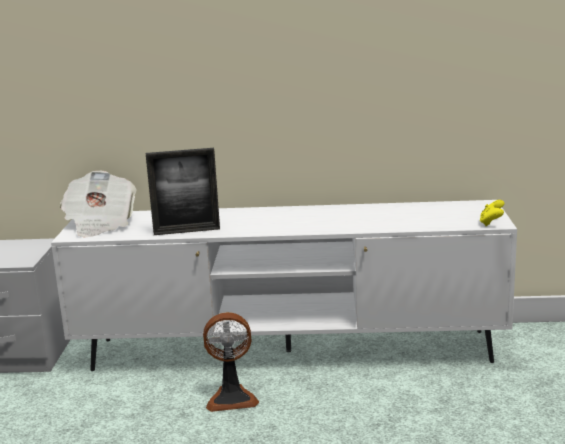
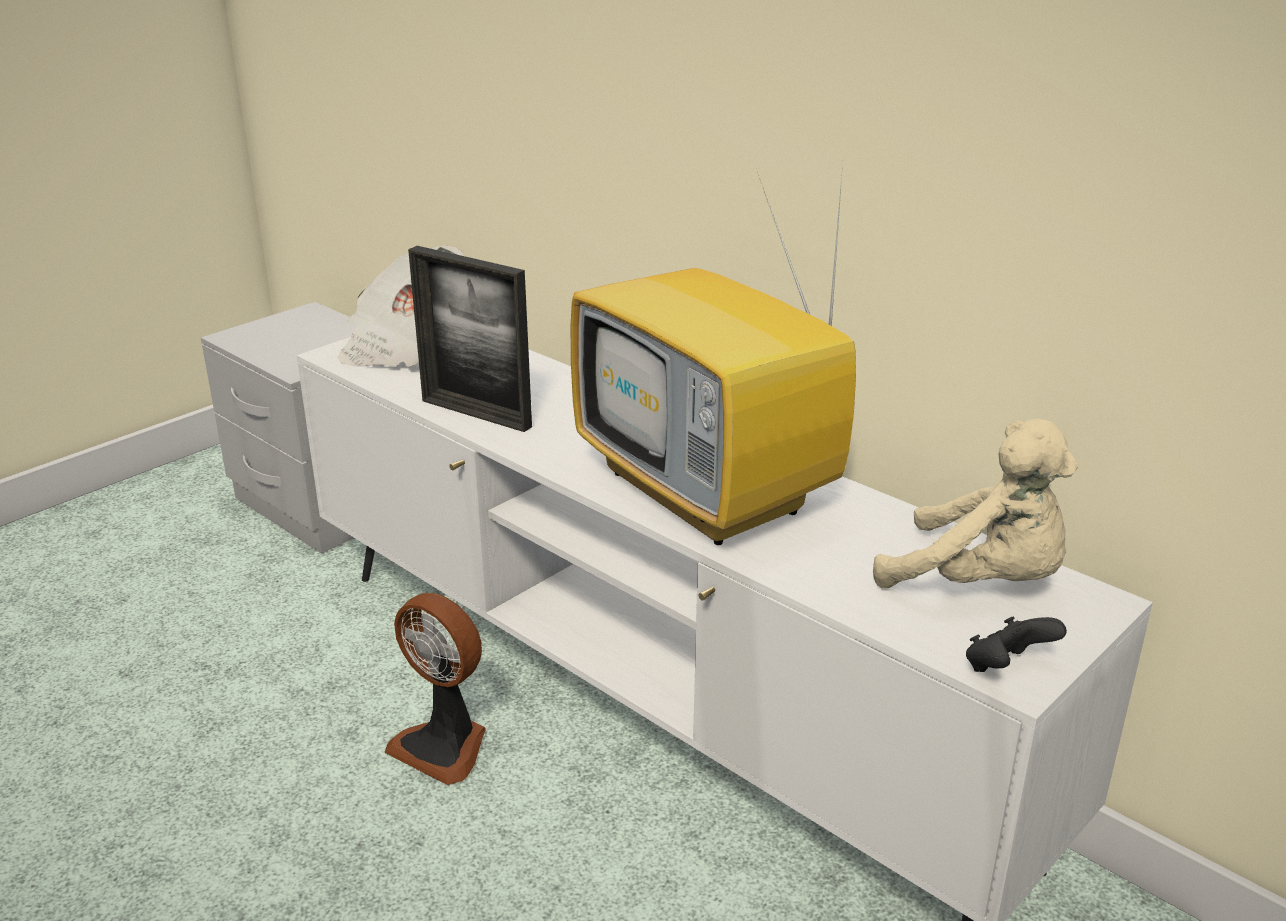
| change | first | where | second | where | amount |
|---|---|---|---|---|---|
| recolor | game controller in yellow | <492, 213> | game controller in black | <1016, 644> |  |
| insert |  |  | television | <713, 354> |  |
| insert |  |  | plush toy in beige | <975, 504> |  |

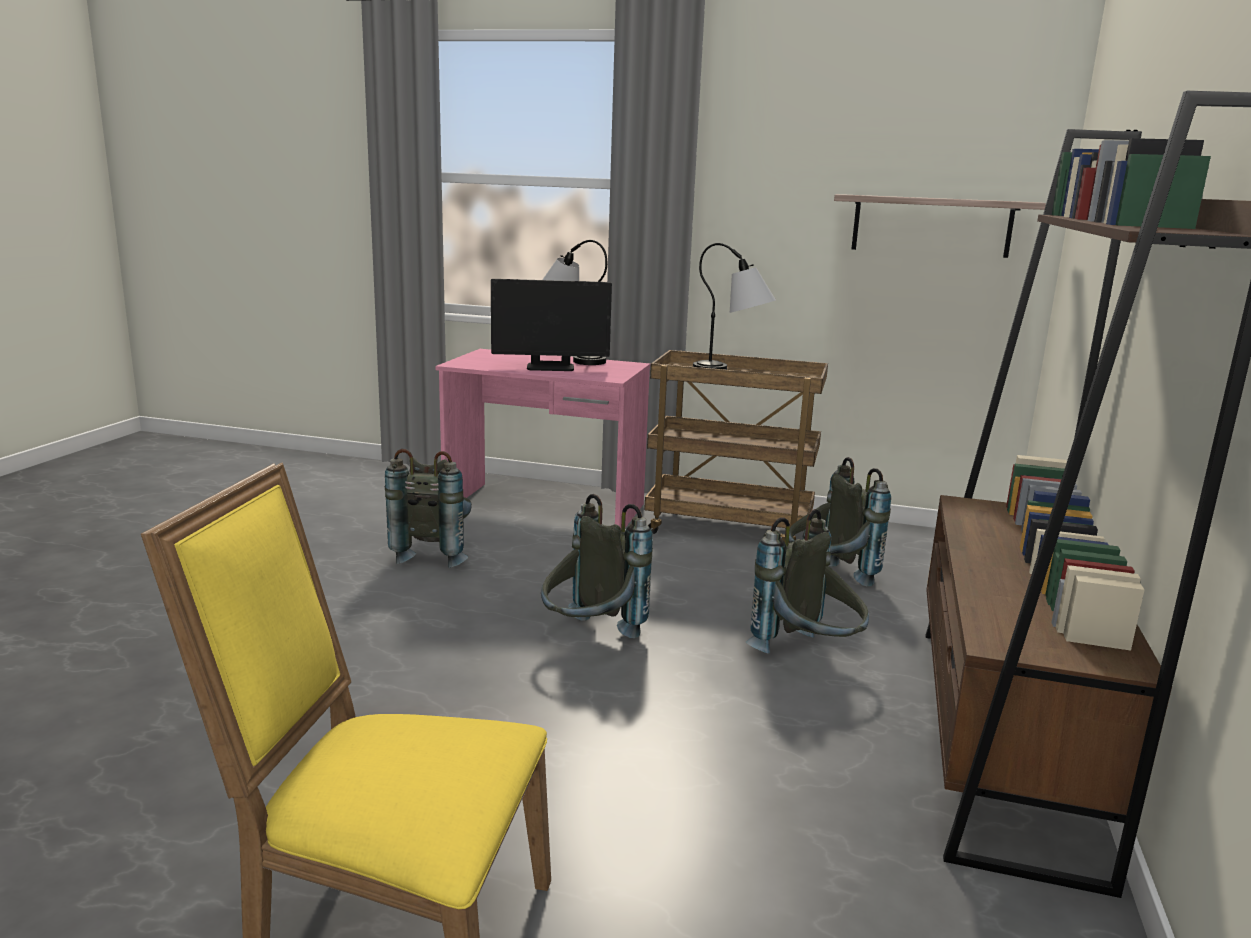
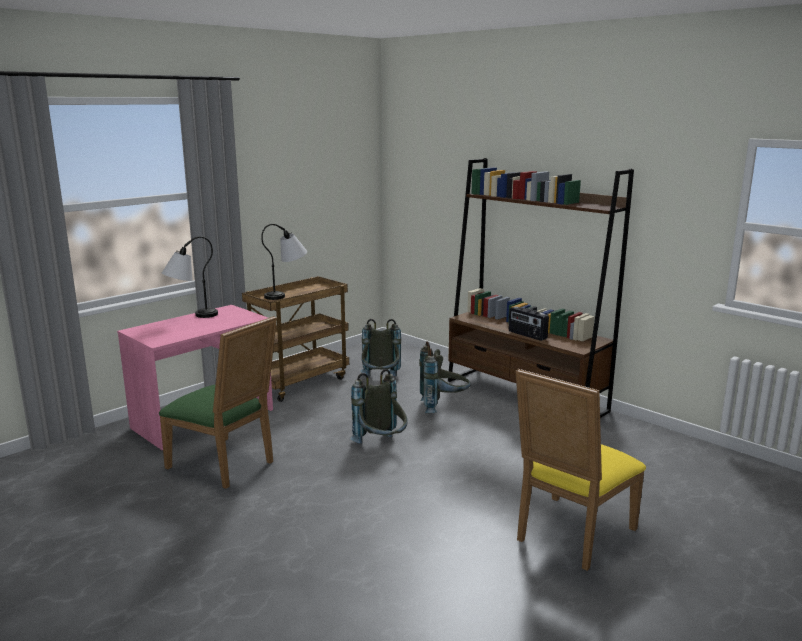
| change | first | where | second | where | amount |
|---|---|---|---|---|---|
| replace | backpack in grey | <428, 508> | chair in green | <218, 402> |  |
| delete | monitor | <551, 325> |  |  |  |
| delete | shelf | <940, 226> |  |  |  |
| insert |  |  | radio | <529, 324> |  |

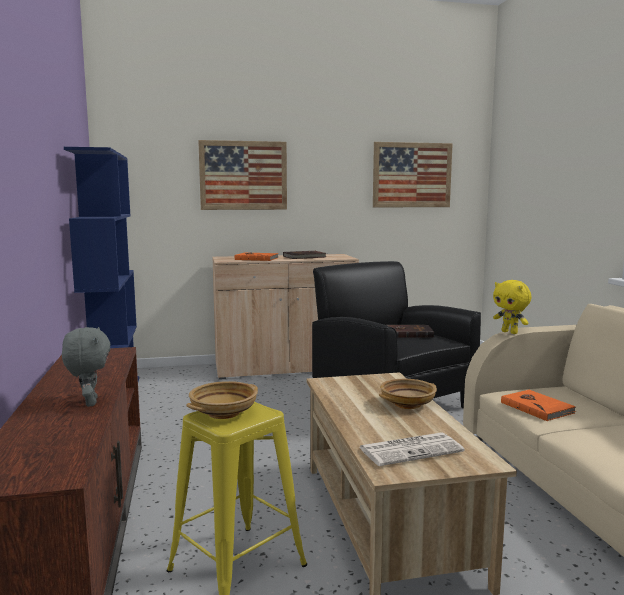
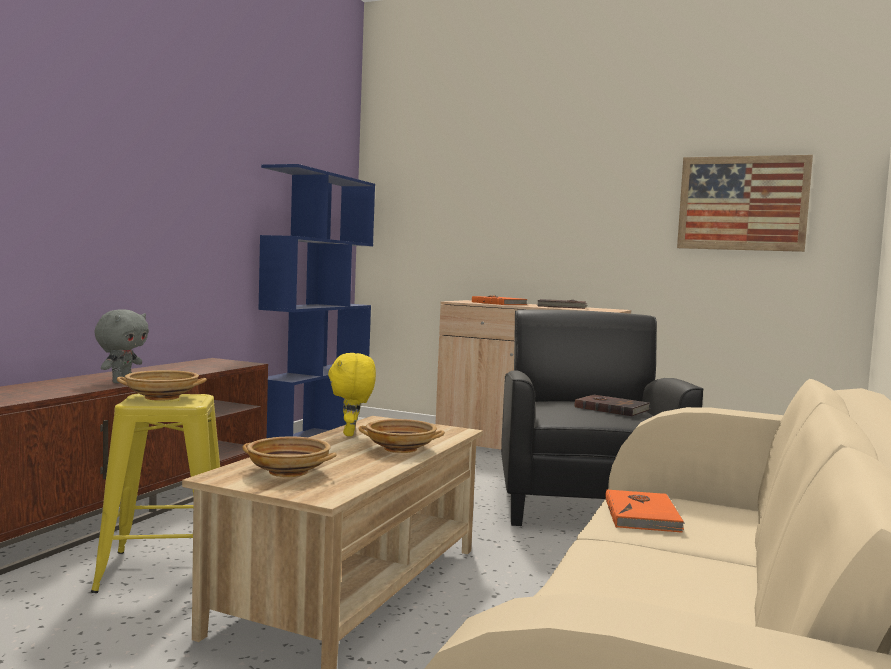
| change | first | where | second | where | amount |
|---|---|---|---|---|---|
| delete | picture | <242, 175> |  |  |  |
| replace | newspaper | <412, 449> | bowl in beige | <289, 457> |  |
| move | plush toy in yellow | <512, 307> |  | <352, 394> |  |

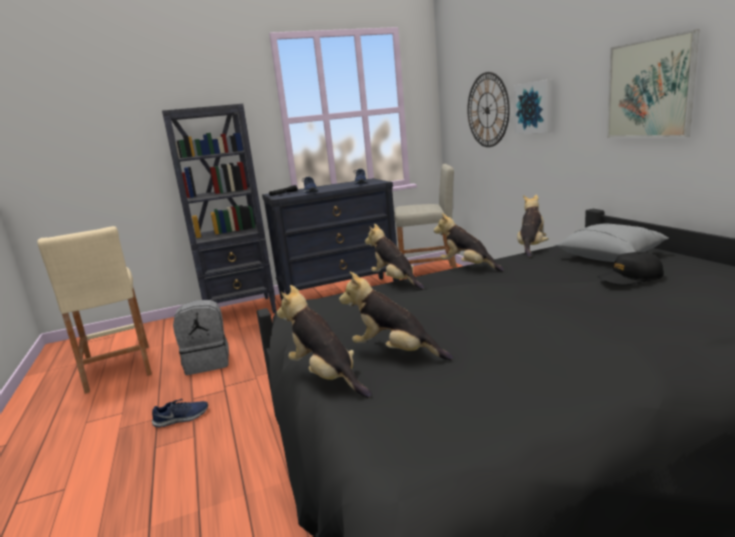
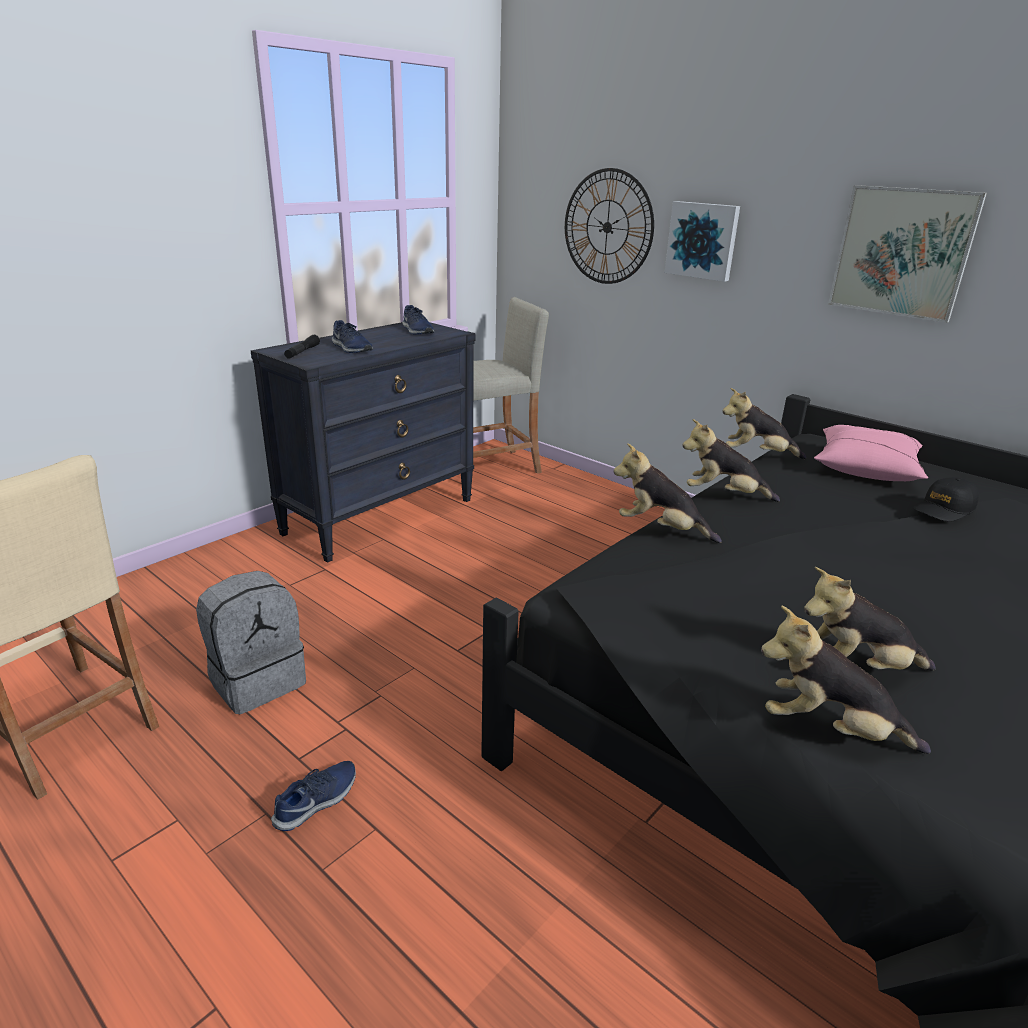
| change | first | where | second | where | amount |
|---|---|---|---|---|---|
| delete | bookcase in black | <219, 209> |  |  |  |
| rotate | plush toy | <533, 226> |  | <764, 423> | 75 degrees counterclockwise |
| recolor | pillow in grey | <611, 243> | pillow in pink | <871, 453> |  |

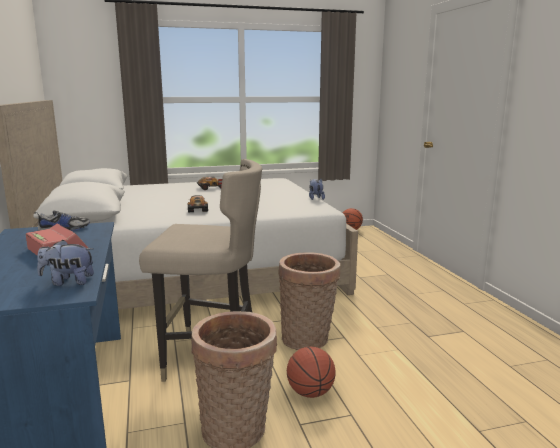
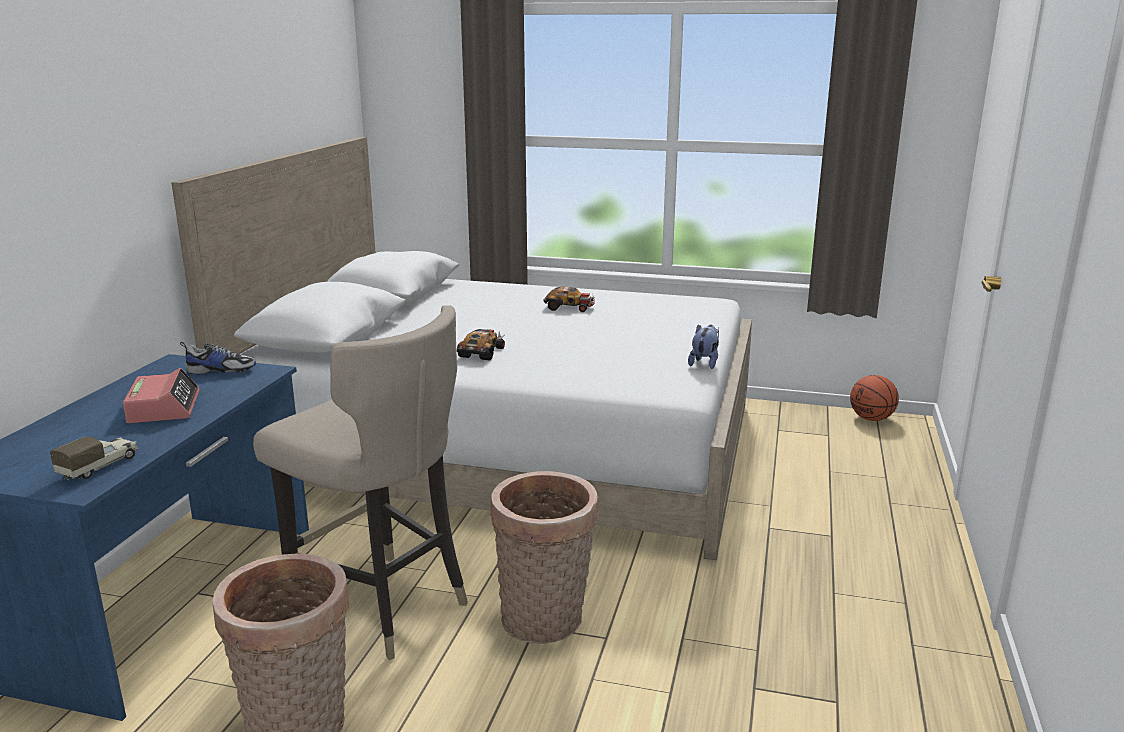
| change | first | where | second | where | amount |
|---|---|---|---|---|---|
| replace | plush toy | <65, 263> | toy truck | <94, 458> |  |
| delete | basketball | <311, 372> |  |  |  |

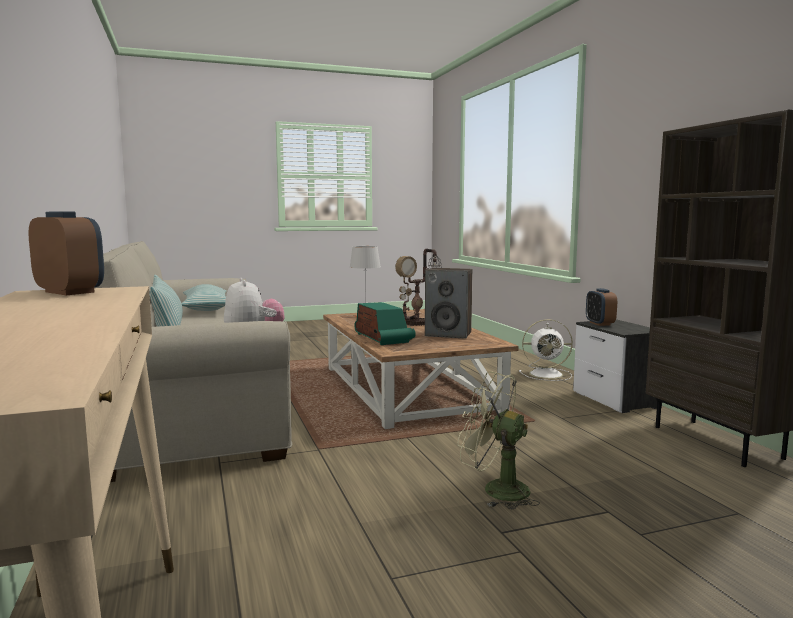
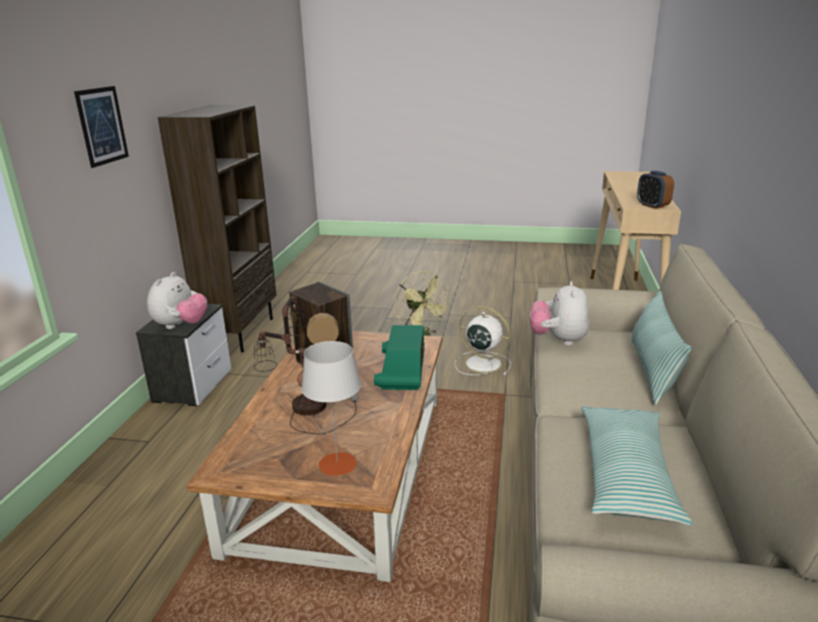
| change | first | where | second | where | amount |
|---|---|---|---|---|---|
| move | fan in white | <546, 350> |  | <482, 340> |  |
| replace | alarm clock | <601, 307> | plush toy | <177, 300> |  |
| insert |  |  | picture | <101, 127> |  |

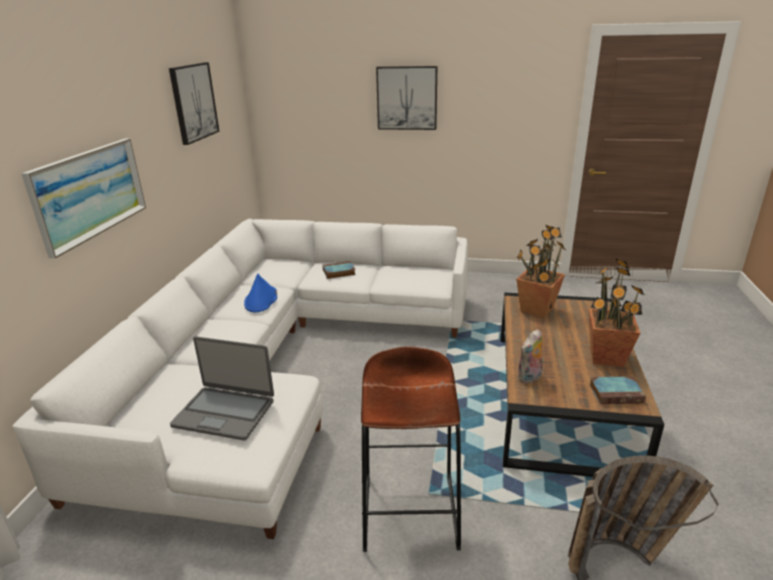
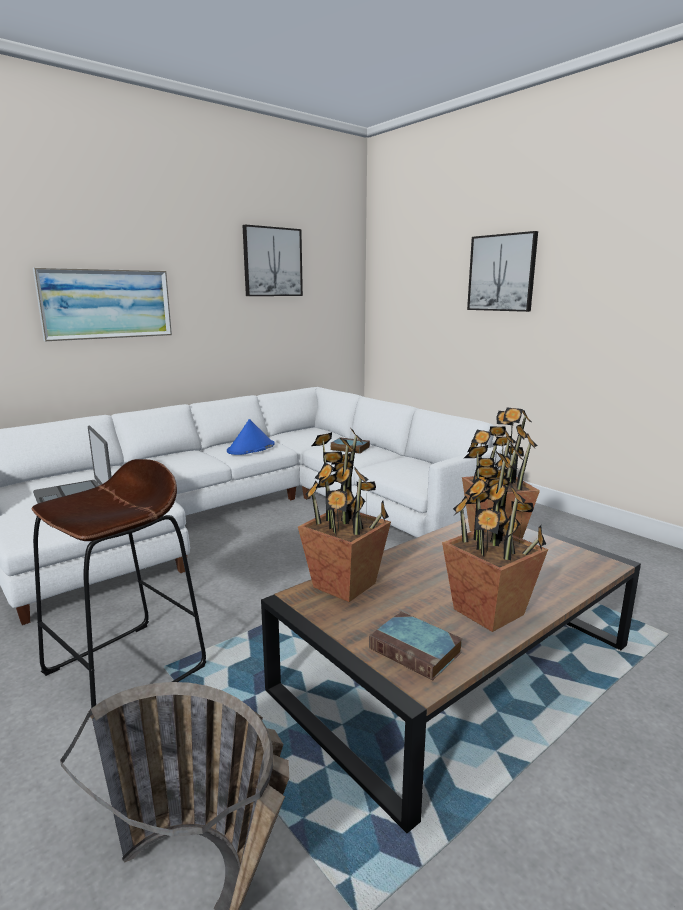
| change | first | where | second | where | amount |
|---|---|---|---|---|---|
| replace | plush toy | <530, 356> | potted plant | <344, 515> |  |

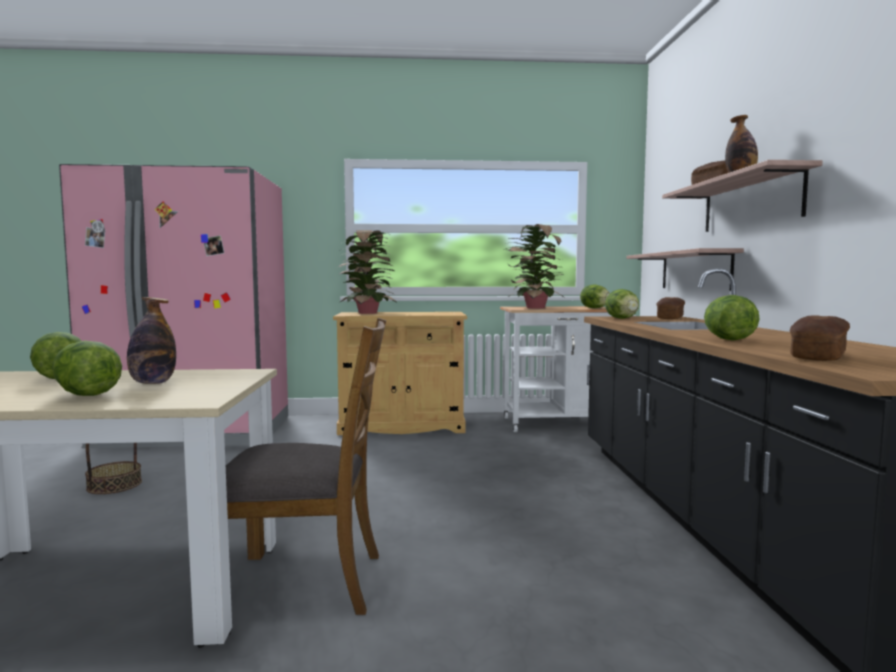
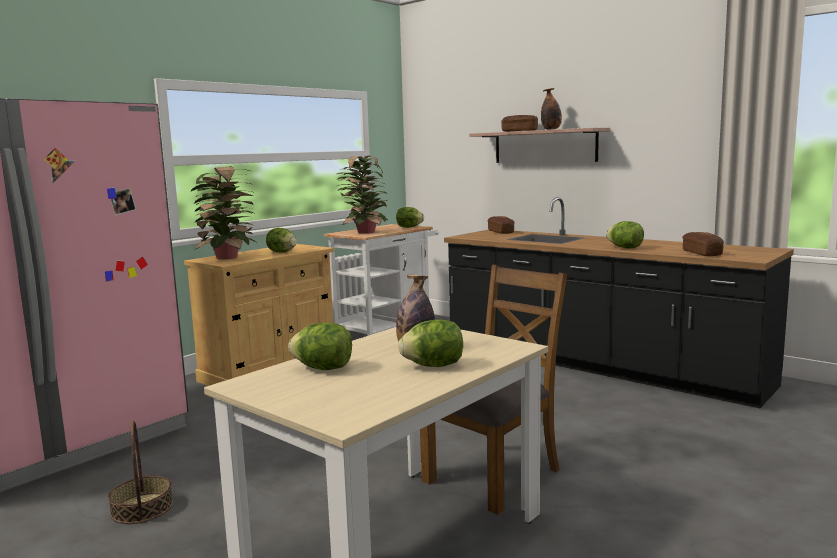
| change | first | where | second | where | amount |
|---|---|---|---|---|---|
| move | lettuce | <622, 304> |  | <281, 240> |  |
| delete | shelf | <685, 269> |  |  |  |

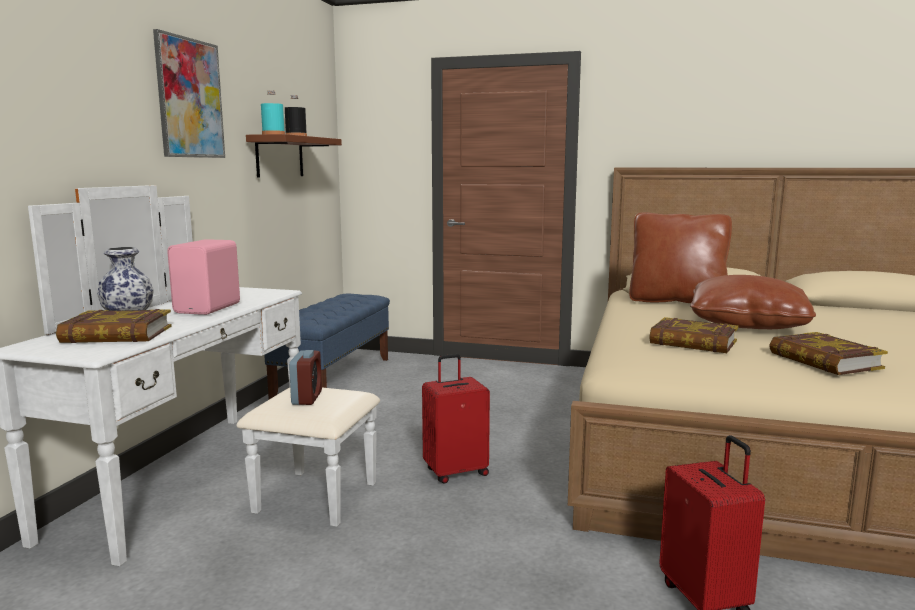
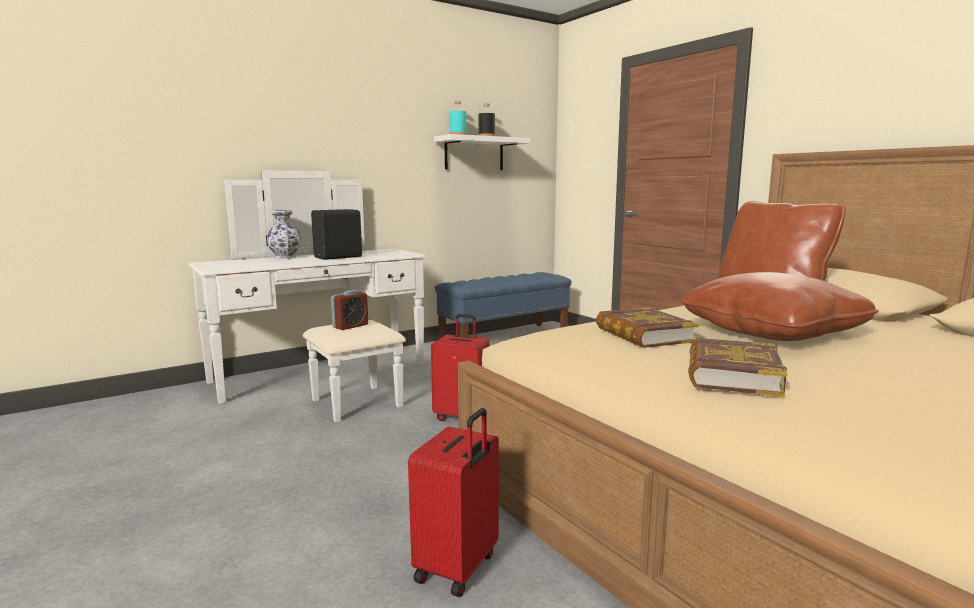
| change | first | where | second | where | amount |
|---|---|---|---|---|---|
| delete | book | <113, 326> |  |  |  |
| delete | picture | <189, 93> |  |  |  |
| recolor | speaker in pink | <203, 277> | speaker in black | <337, 234> |  |
| recolor | shelf in brown | <294, 155> | shelf in white | <482, 152> |  |

